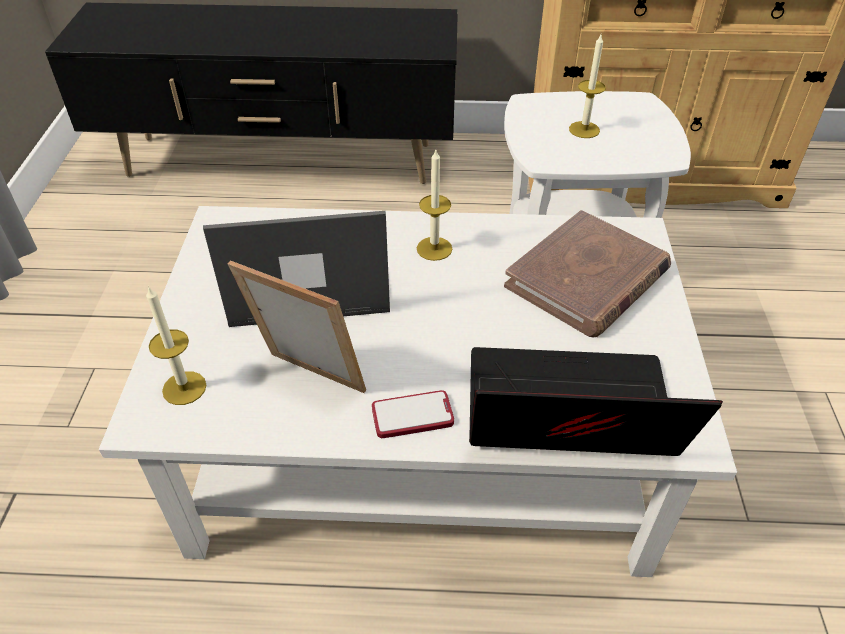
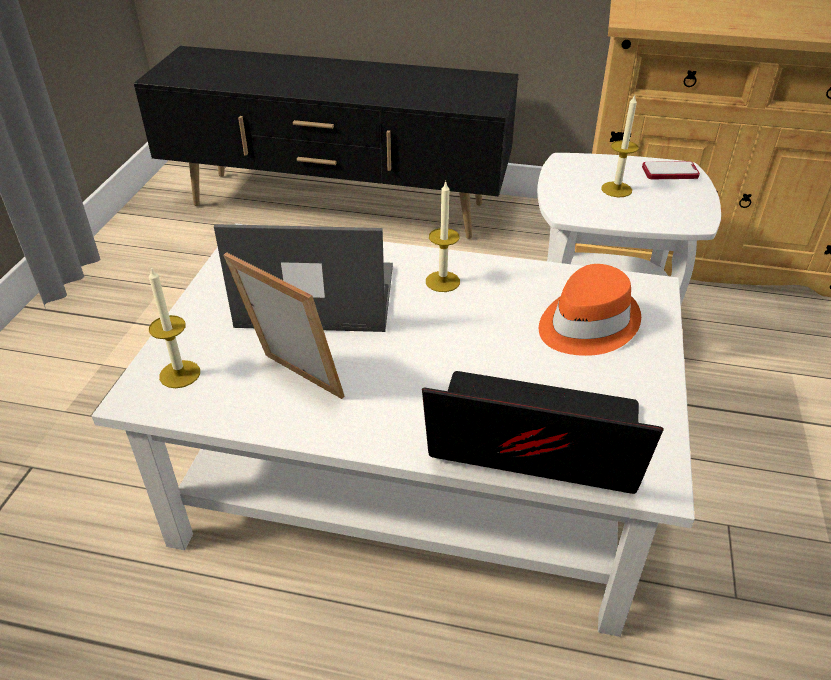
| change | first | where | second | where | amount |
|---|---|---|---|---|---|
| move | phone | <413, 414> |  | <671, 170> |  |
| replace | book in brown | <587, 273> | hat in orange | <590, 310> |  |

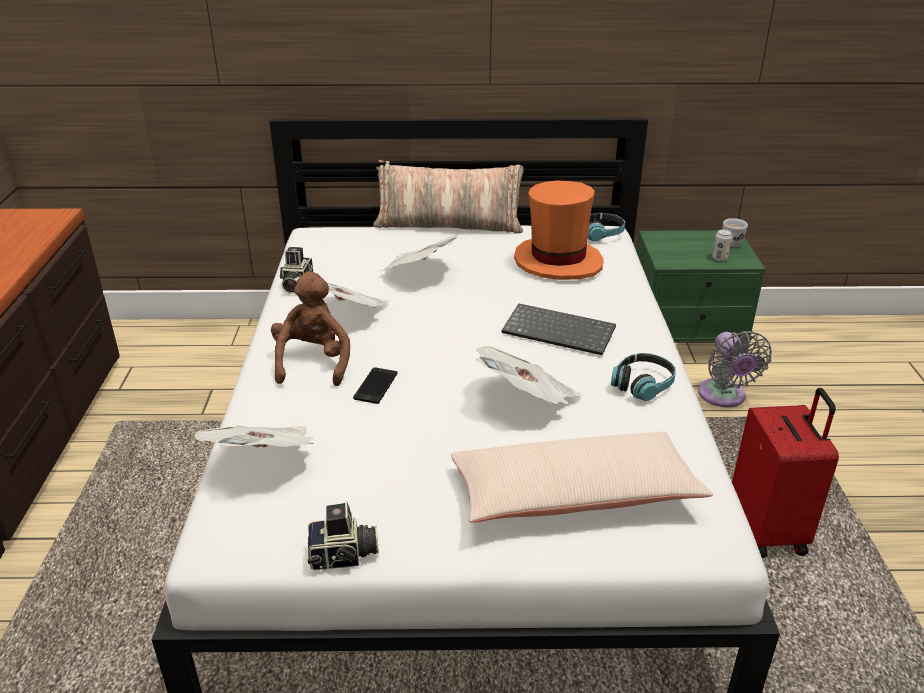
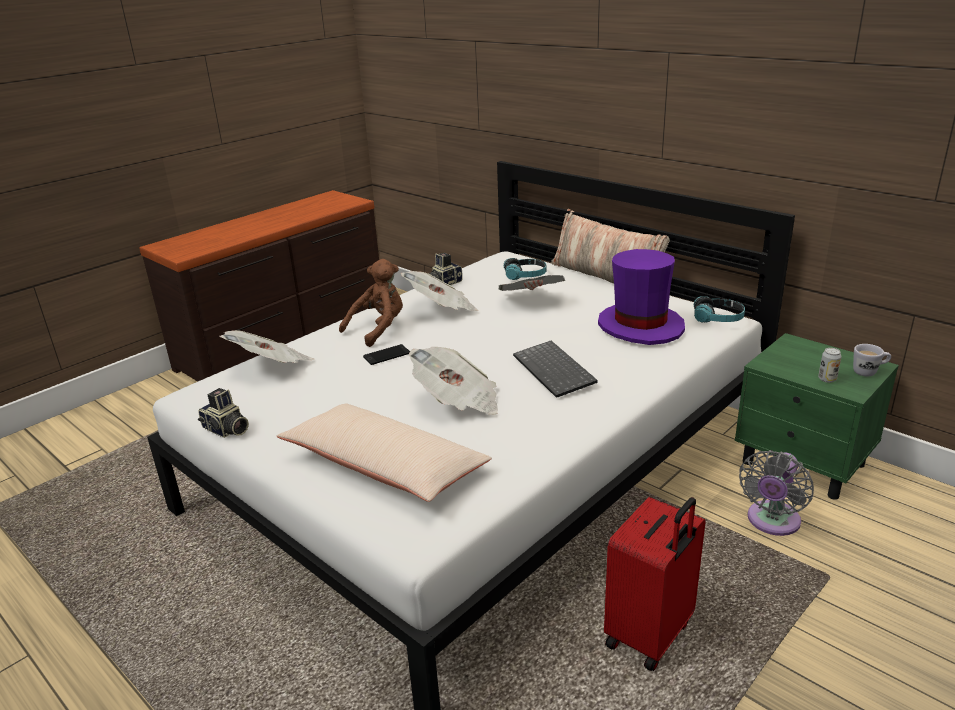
| change | first | where | second | where | amount |
|---|---|---|---|---|---|
| recolor | hat in orange | <559, 230> | hat in purple | <641, 297> |  |
| move | headphones | <643, 377> |  | <525, 269> |  |

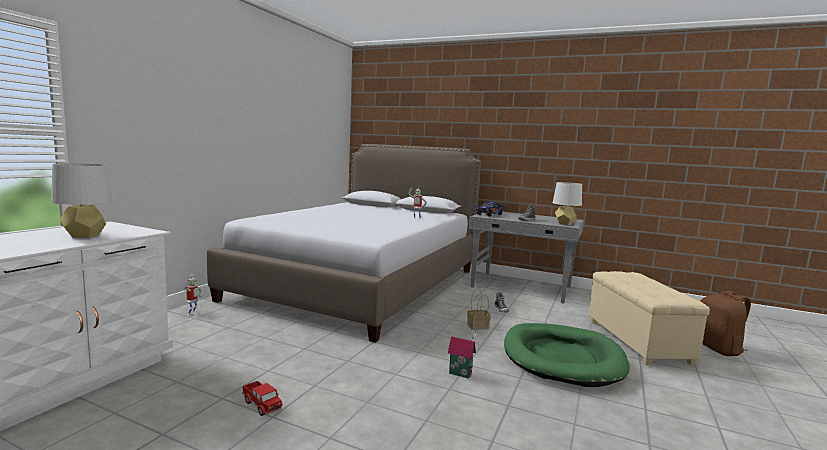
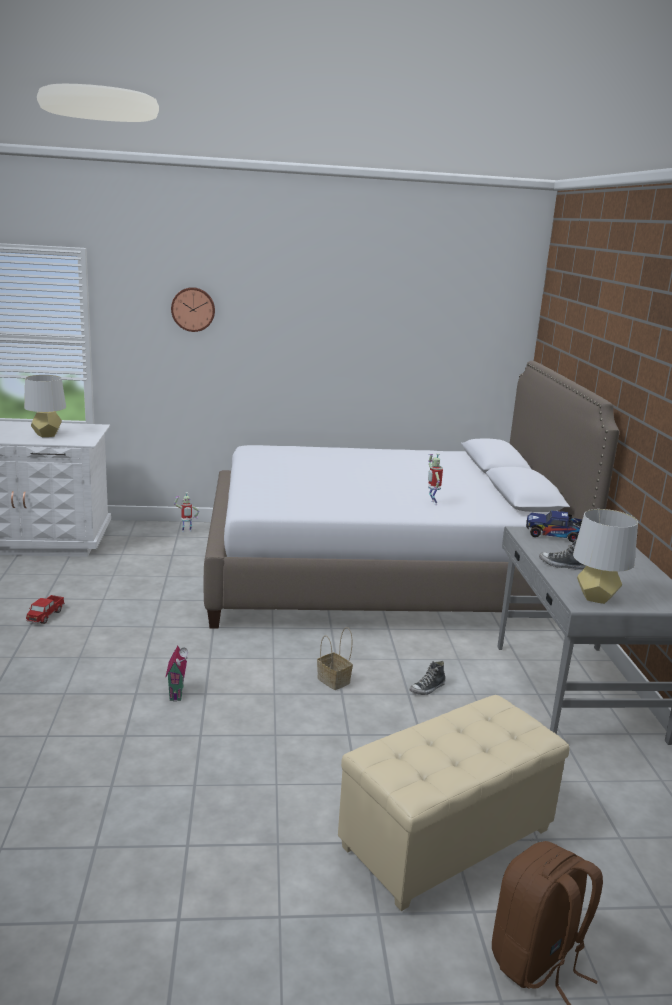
| change | first | where | second | where | amount |
|---|---|---|---|---|---|
| delete | dog bed in green | <567, 355> |  |  |  |
| insert |  |  | wall clock | <193, 309> |  |

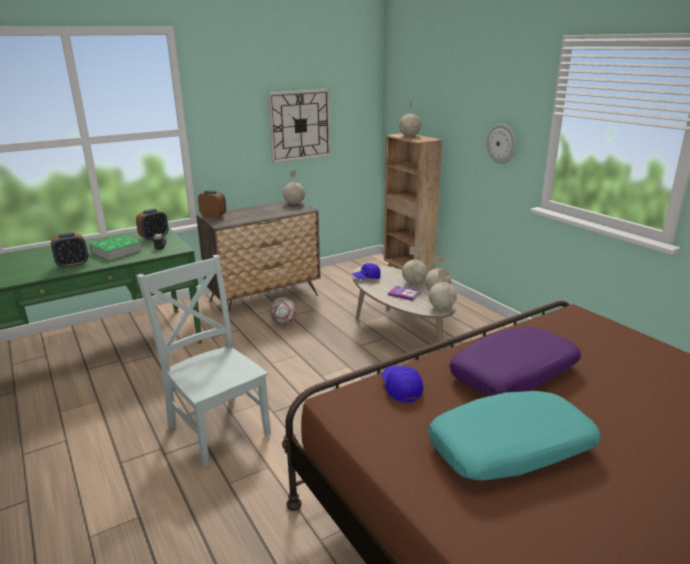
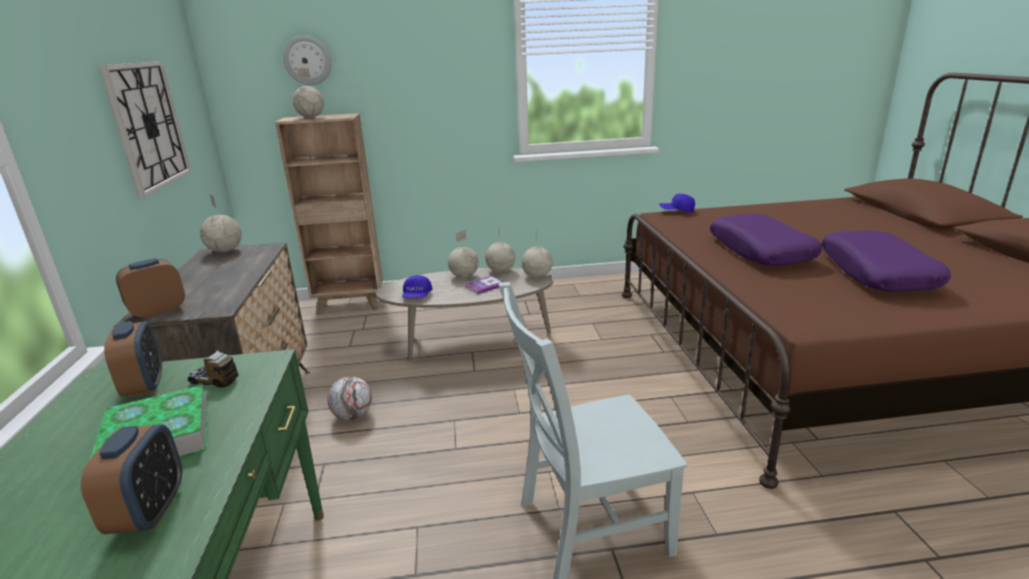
| change | first | where | second | where | amount |
|---|---|---|---|---|---|
| move | cap in blue | <402, 384> |  | <677, 203> |  |
| recolor | pillow in turquoise | <514, 436> | pillow in purple | <886, 261> |  |
| move | wall clock | <501, 144> |  | <307, 60> |  |

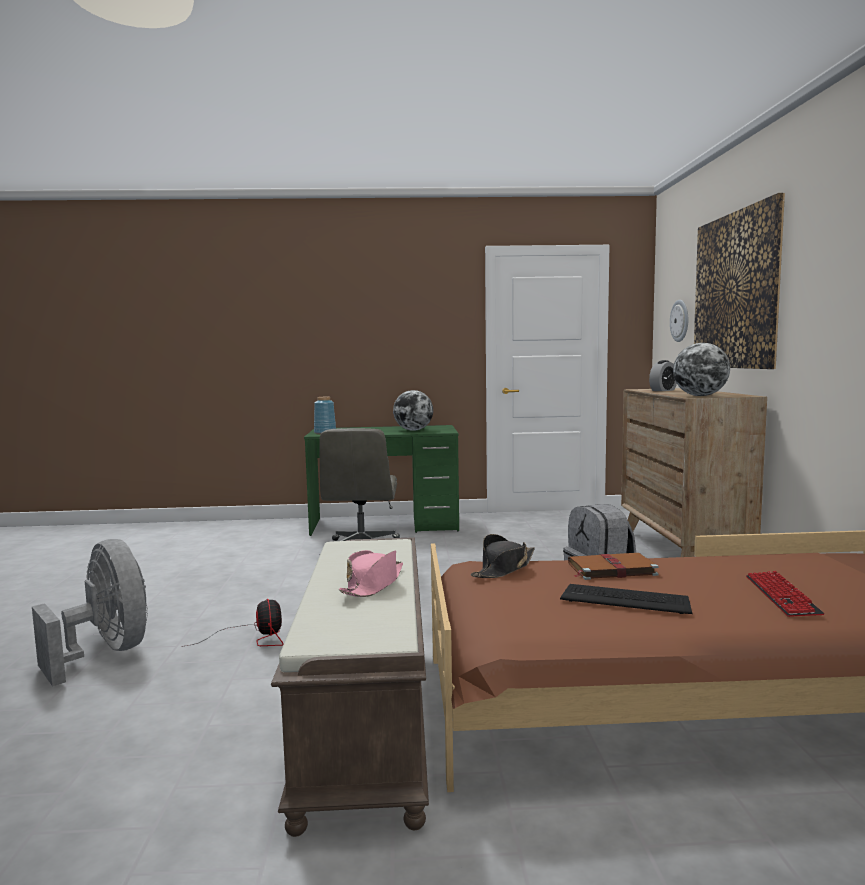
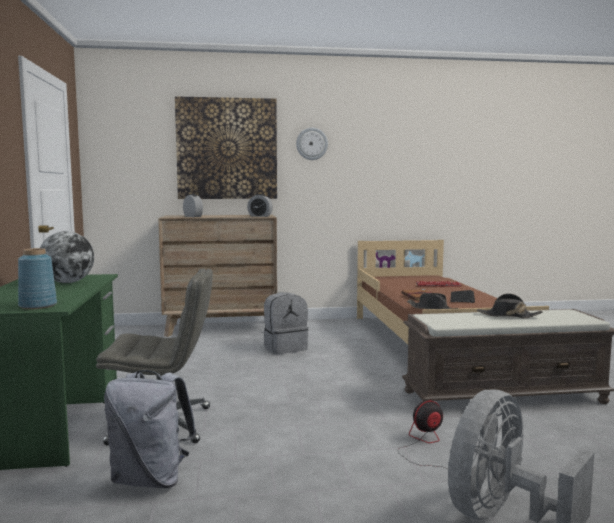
| change | first | where | second | where | amount |
|---|---|---|---|---|---|
| recolor | hat in pink | <371, 573> | hat in black | <510, 306> |  |
| move | wall clock | <679, 321> |  | <312, 144> |  |
| replace | globe | <701, 369> | alarm clock | <260, 205> |  |
| insert |  |  | backpack in grey | <150, 429> |  |

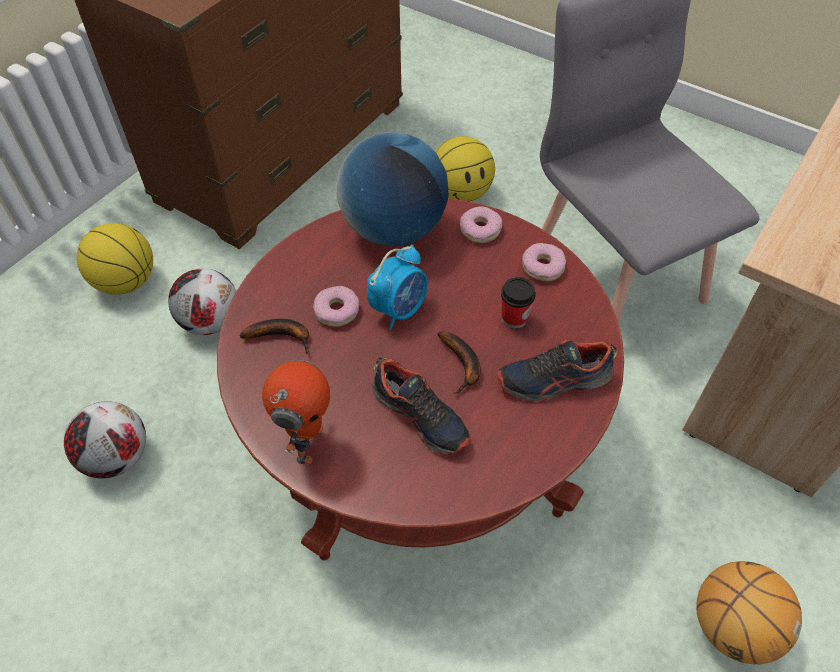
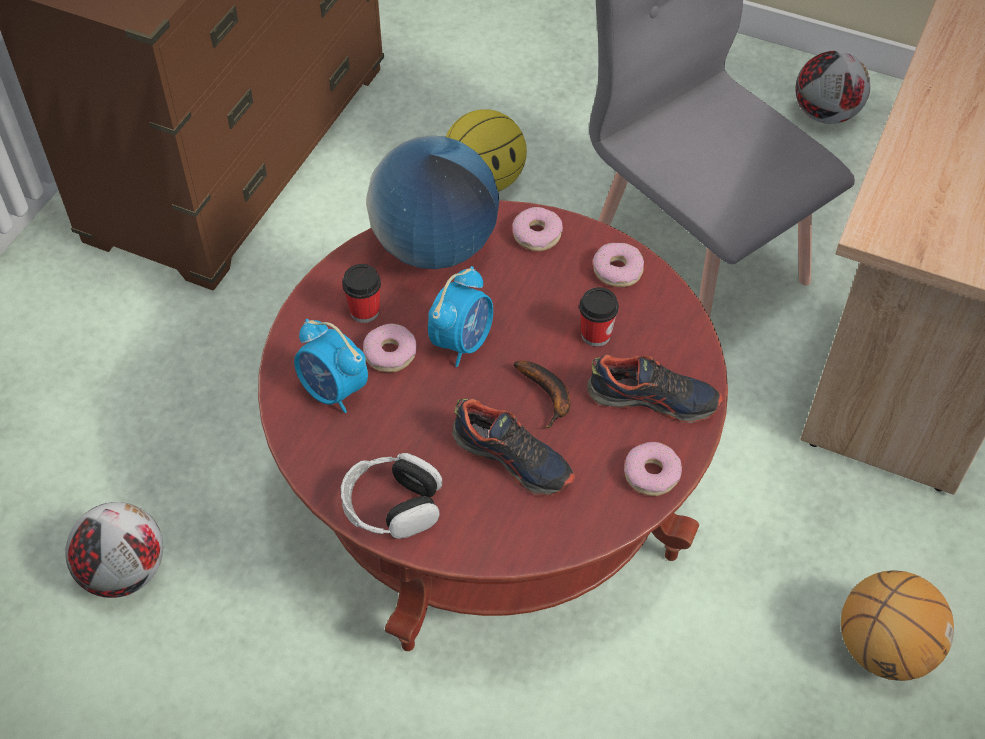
| change | first | where | second | where | amount |
|---|---|---|---|---|---|
| delete | basketball | <115, 259> |  |  |  |
| move | football | <202, 301> |  | <833, 87> |  |
| replace | banana | <274, 336> | alarm clock | <331, 366> |  |
| replace | toy robot | <296, 412> | headphones | <391, 496> |  |
| rotate | shoe | <557, 370> |  | <655, 389> | 150 degrees counterclockwise |
| insert |  |  | cup | <361, 293> |  |
| insert |  |  | donut | <653, 469> |  |

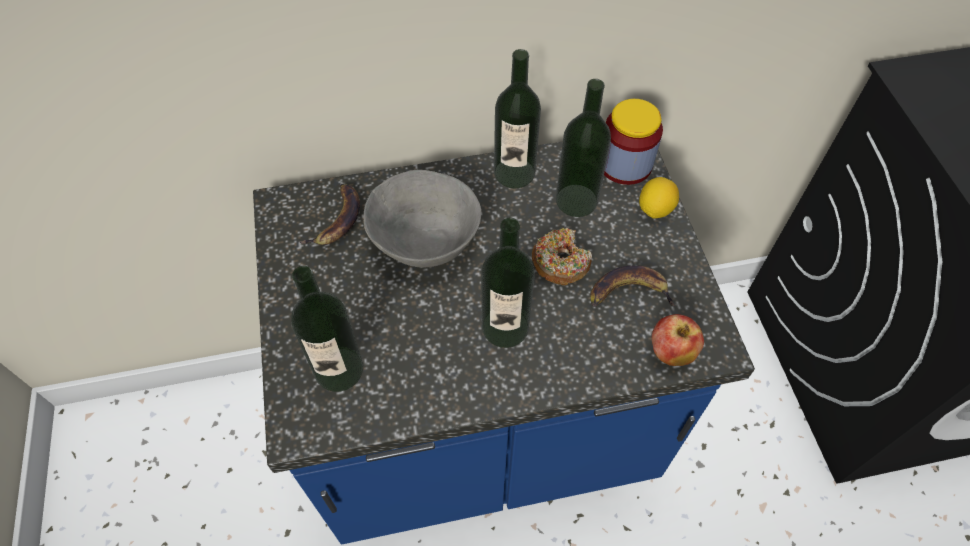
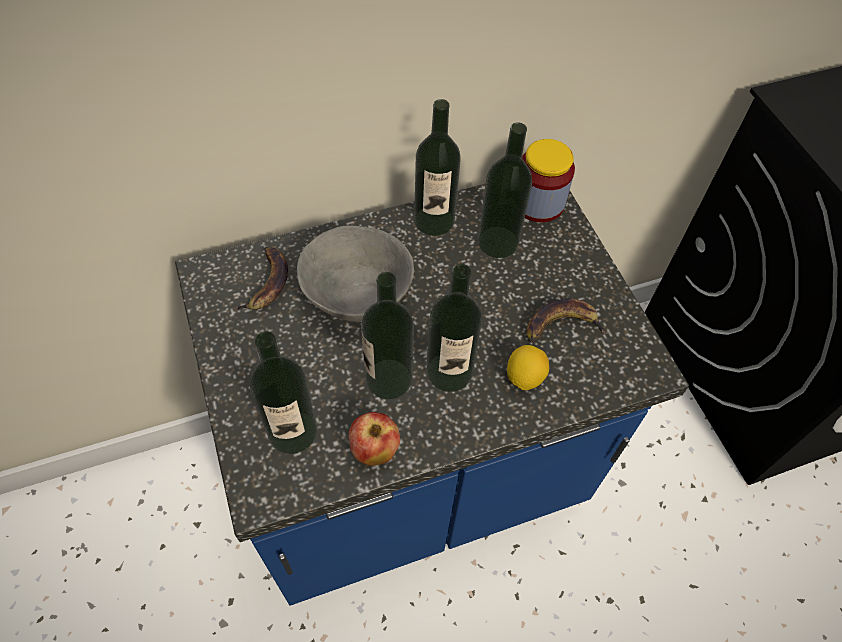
| change | first | where | second | where | amount |
|---|---|---|---|---|---|
| delete | donut | <562, 256> |  |  |  |
| move | lemon | <659, 198> |  | <528, 367> |  |
| move | apple | <678, 340> |  | <374, 439> |  |
| insert |  |  | bottle | <387, 335> |  |

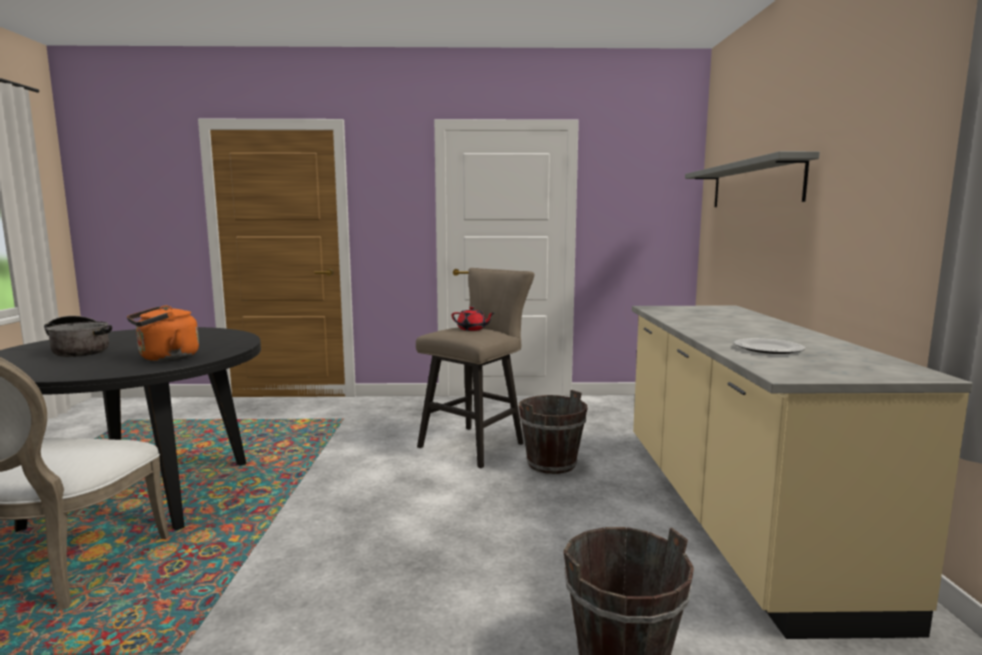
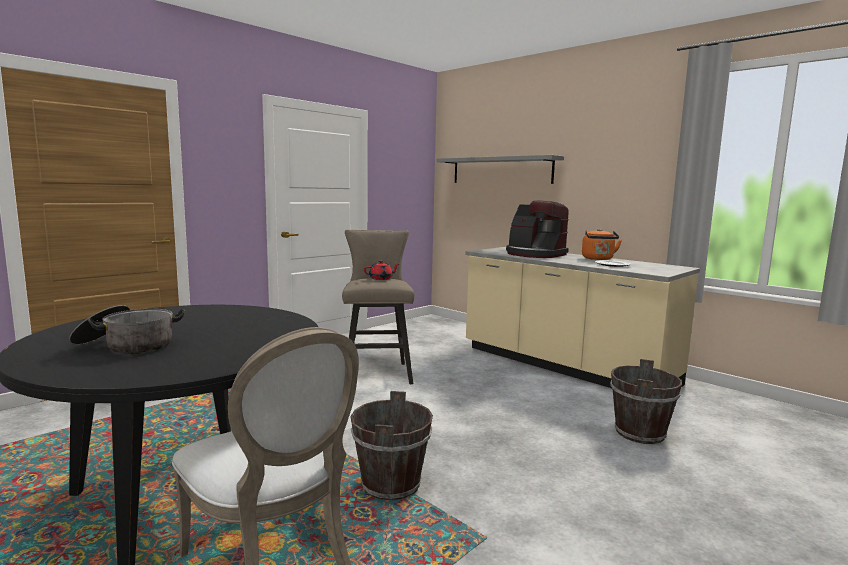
| change | first | where | second | where | amount |
|---|---|---|---|---|---|
| move | kettle in orange | <163, 333> |  | <602, 244> |  |
| move | bucket in brown | <553, 432> |  | <392, 445> |  |
| insert |  |  | coffee machine | <537, 229> |  |

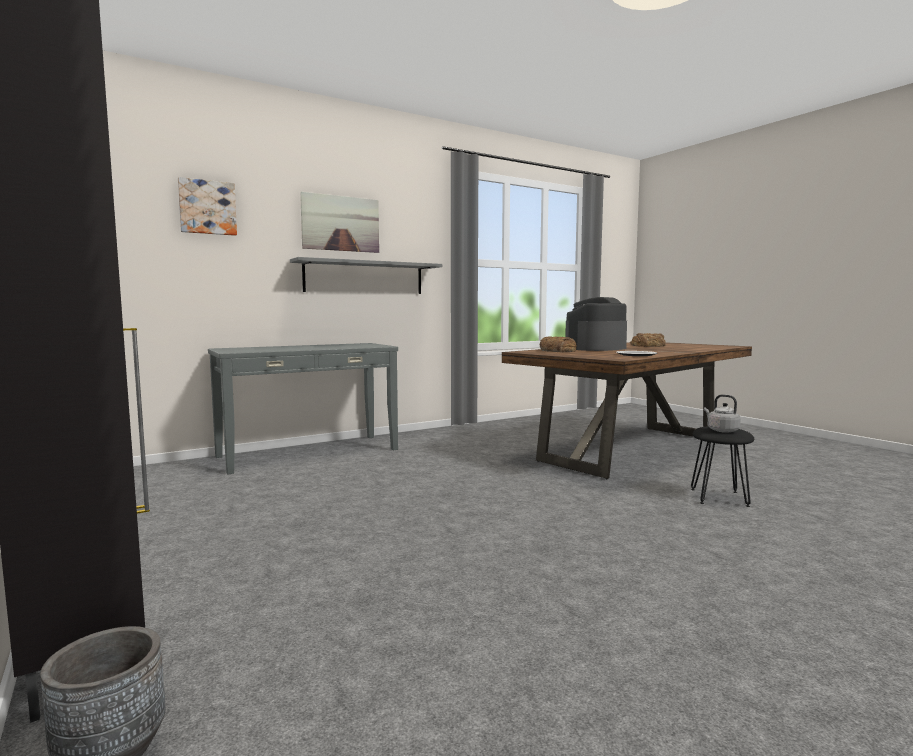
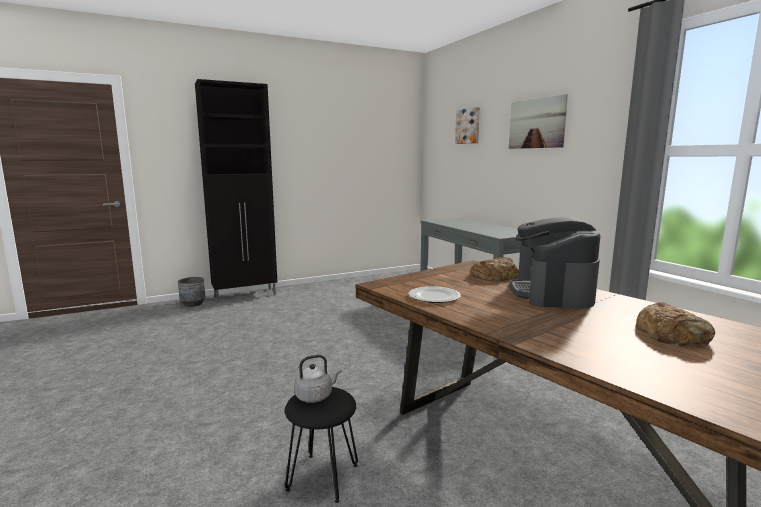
| change | first | where | second | where | amount |
|---|---|---|---|---|---|
| delete | shelf in grey | <366, 275> |  |  |  |
| rotate | coffee machine | <596, 324> |  | <554, 263> | 135 degrees counterclockwise |

